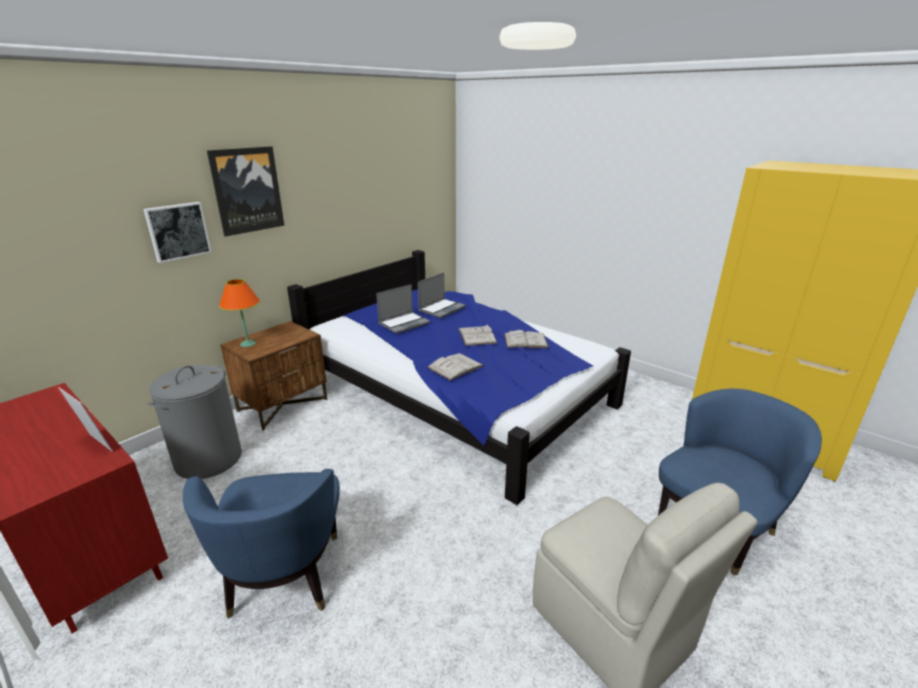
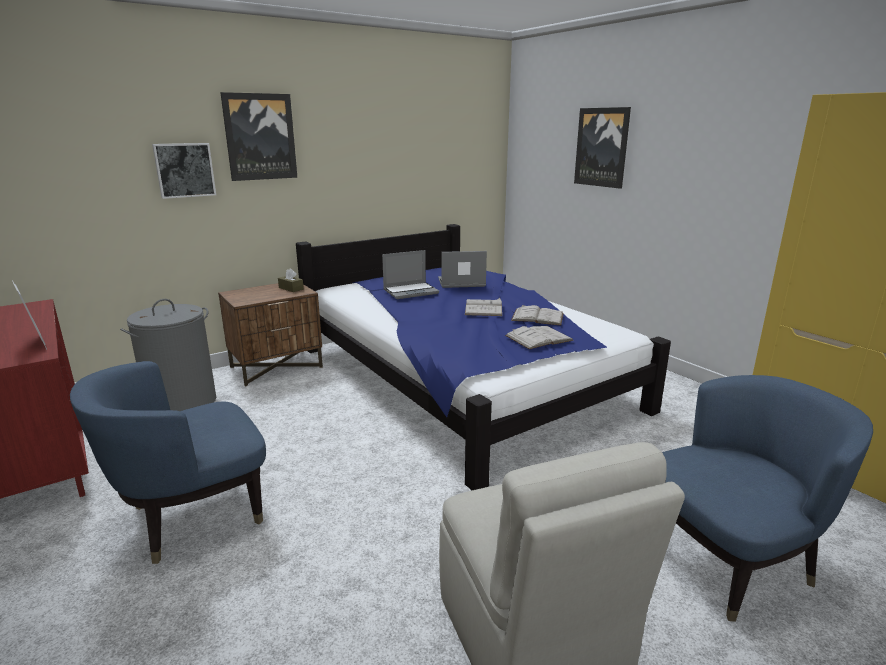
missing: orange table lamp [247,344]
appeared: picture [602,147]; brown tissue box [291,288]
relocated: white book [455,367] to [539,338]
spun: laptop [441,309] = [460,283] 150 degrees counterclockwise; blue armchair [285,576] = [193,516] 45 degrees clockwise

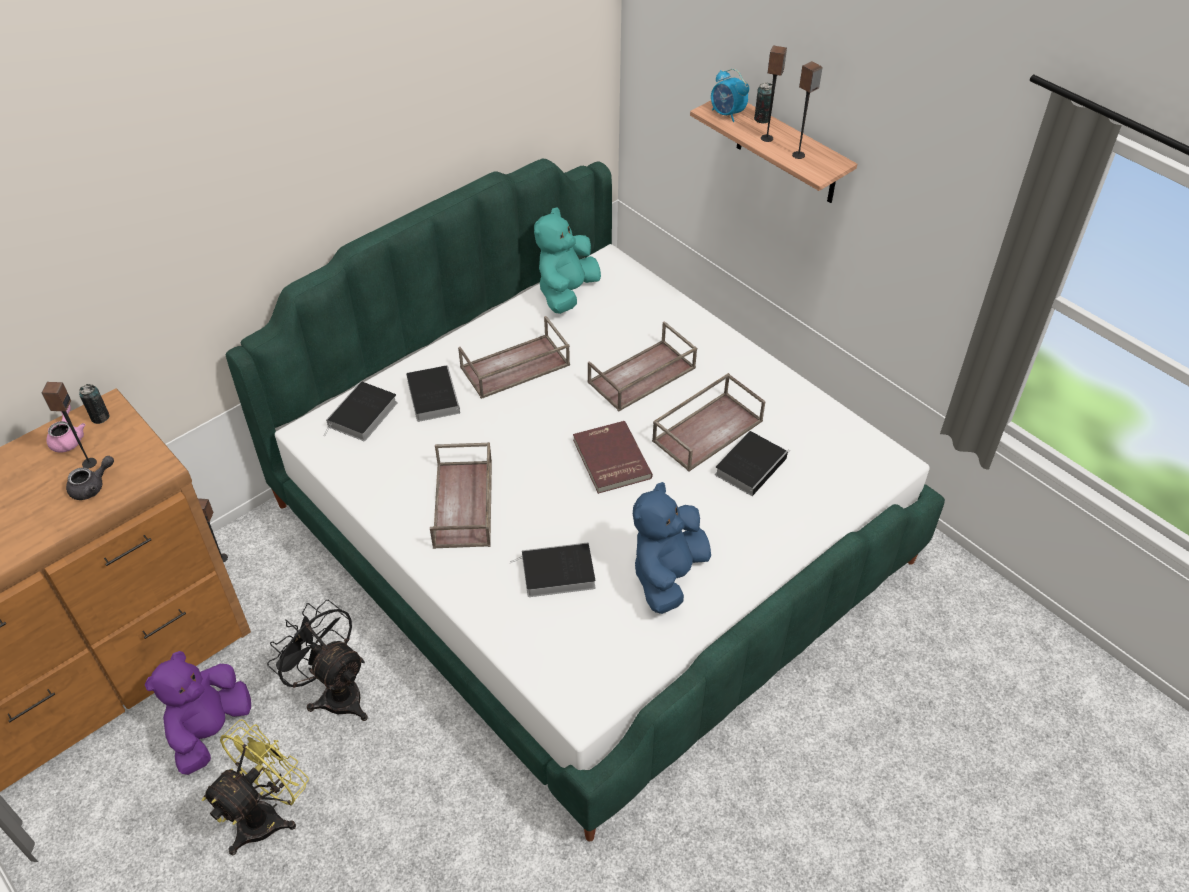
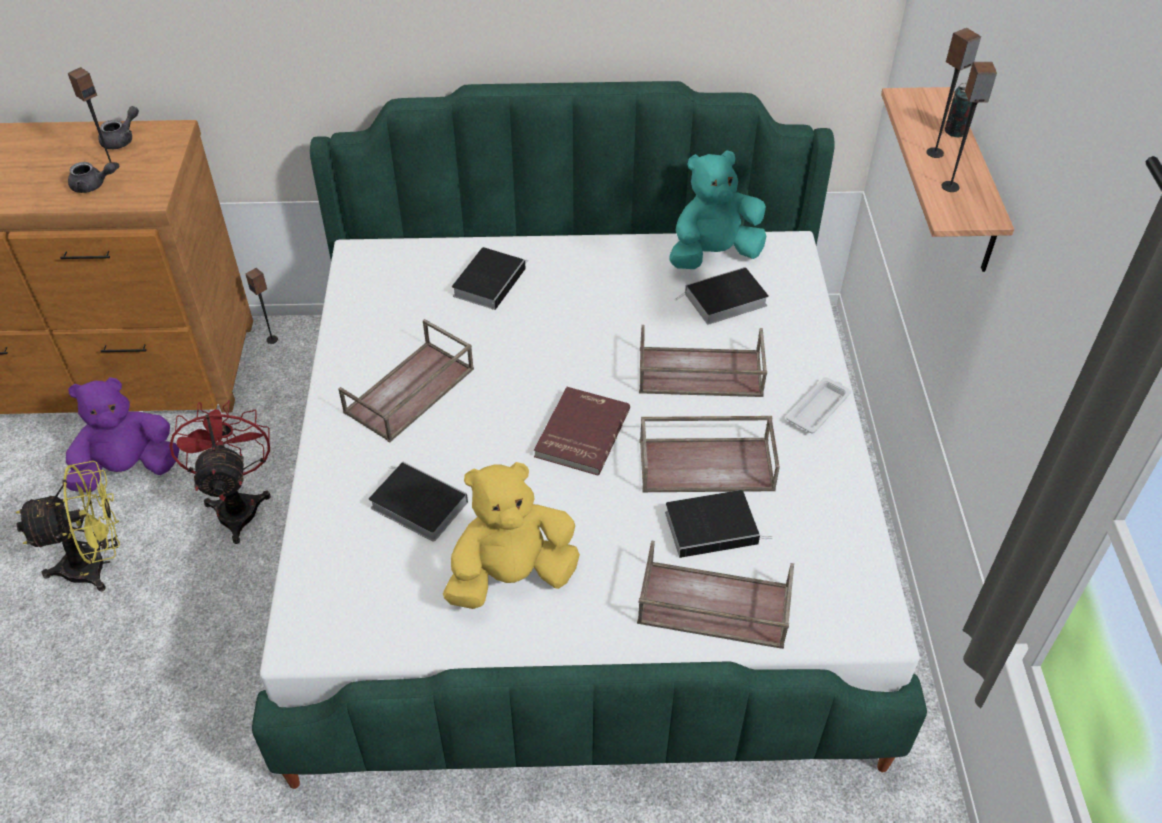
missing: alarm clock [727,114]; can [100,417]
appeared: white tray [819,408]
relocated: brown tray [514,367] to [712,606]; book [362,416] to [724,301]
colour: pink teapot [68,438] to grey teapot [122,140]; blue plush toy [667,575] to yellow plush toy [511,576]; black fan [335,692] to red fan [237,504]

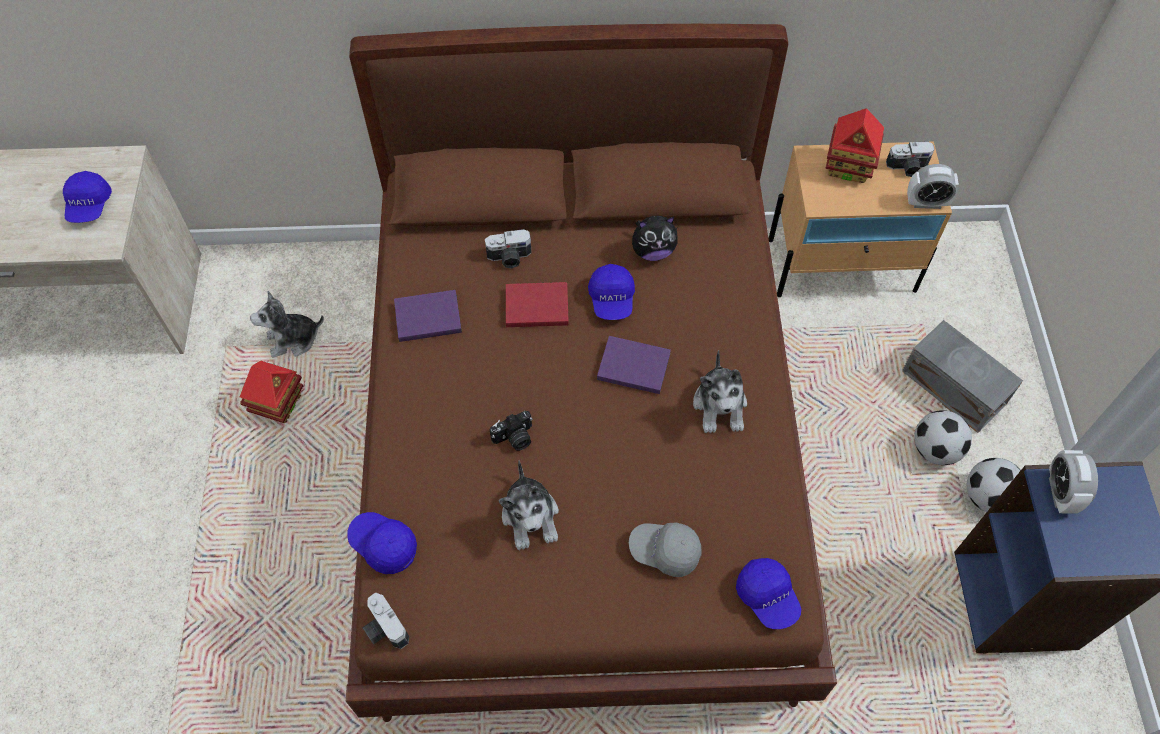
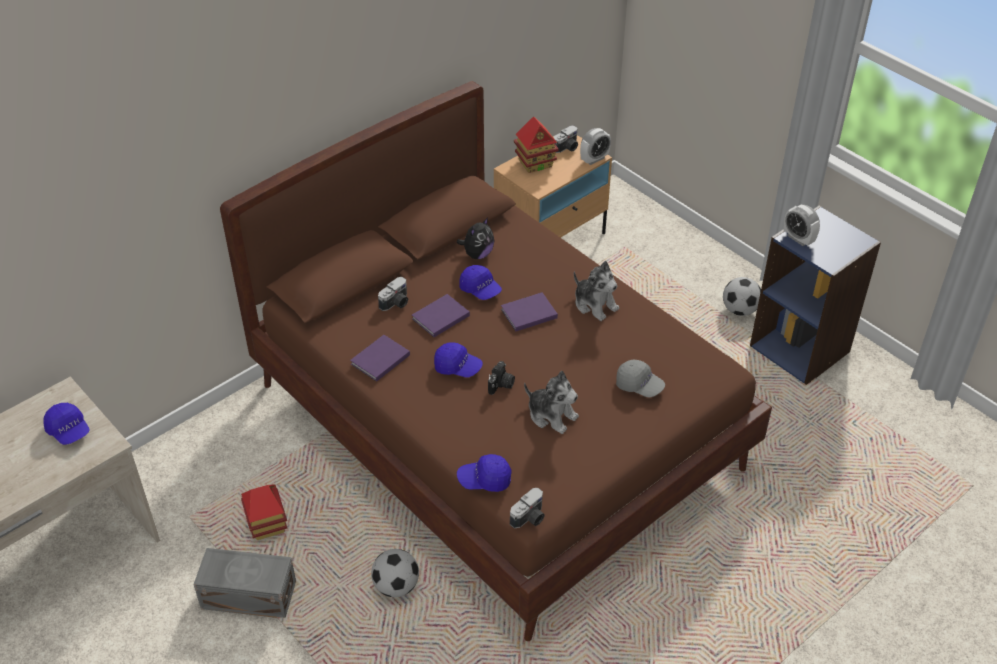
missing: plush toy [293,339]
relocated: grey storage box [953,386] to [248,594]; football [935,449] to [396,586]; blue cap [767,597] to [457,367]
colour: red book [535,306] to purple book [439,317]
spun: grey cap [665,551] = [639,386] 120 degrees counterclockwise; photo camera [384,629] = [530,518] 60 degrees counterclockwise

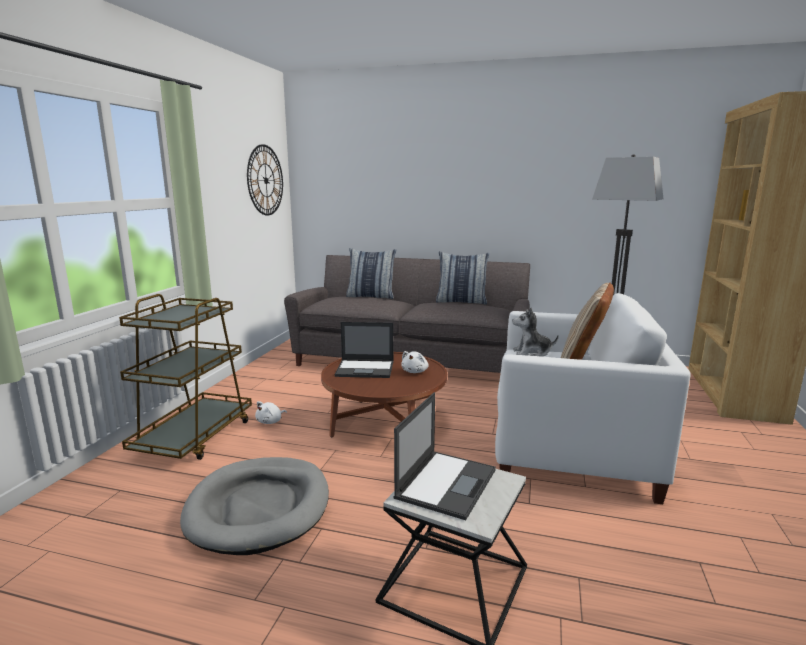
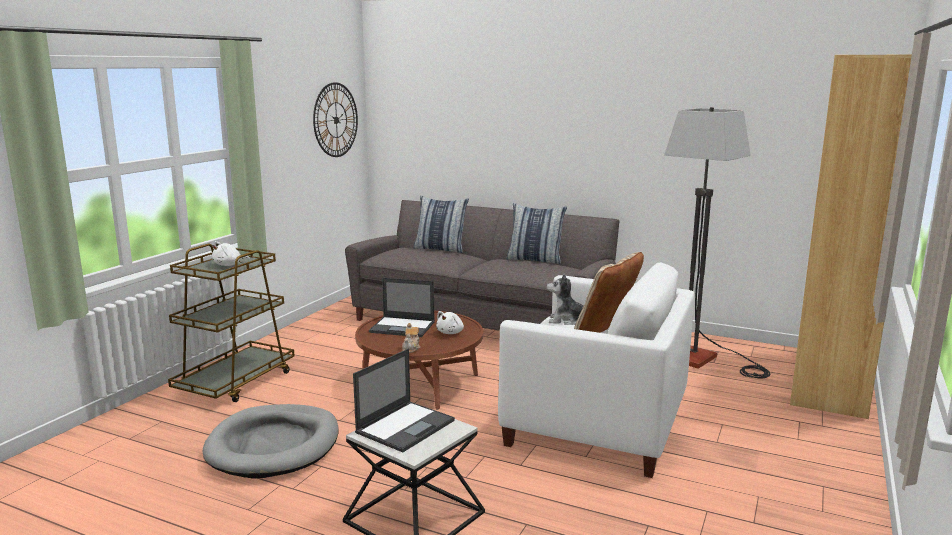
appeared: teapot [411,348]
relocated: white plush toy [270,421] to [229,265]

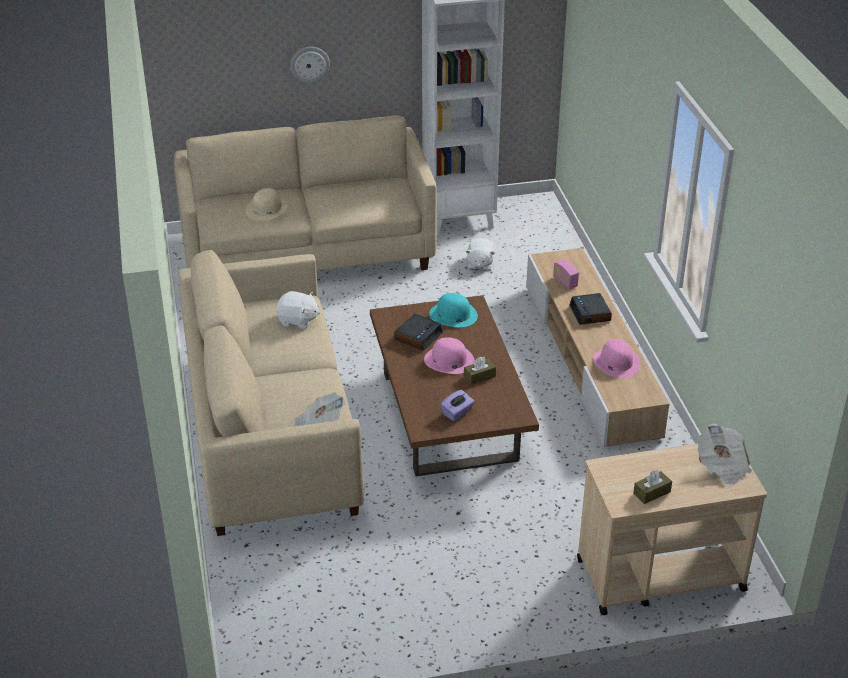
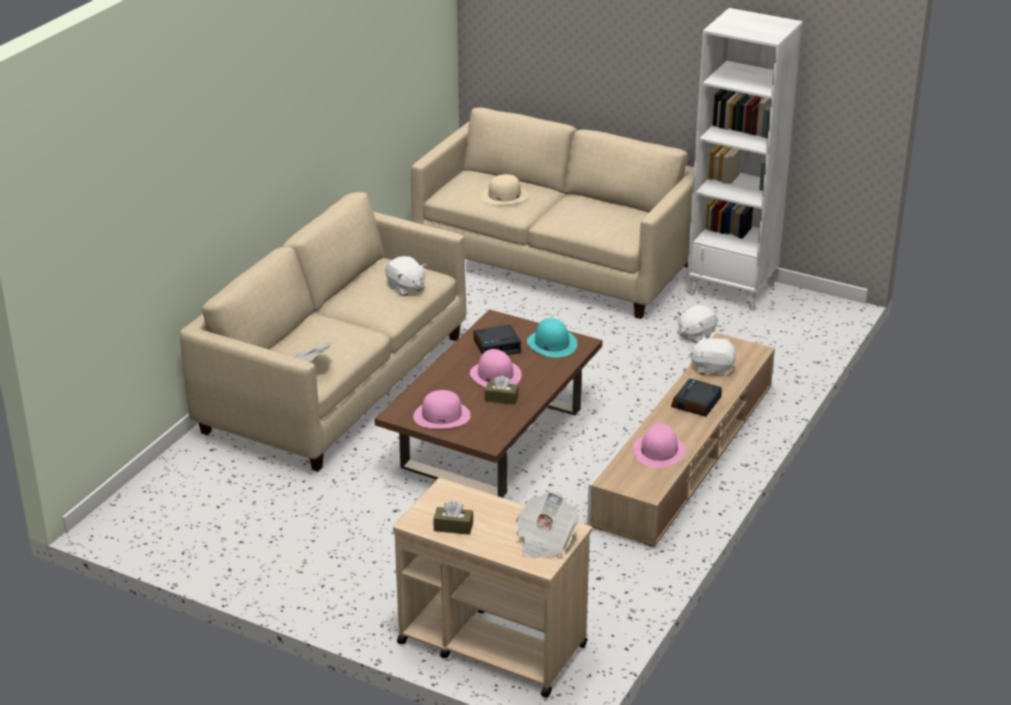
missing: wall clock [309,64]
exchanged: radio [565,282] to white plush toy [712,368]; purple tissue box [457,413] to pink hat [442,415]

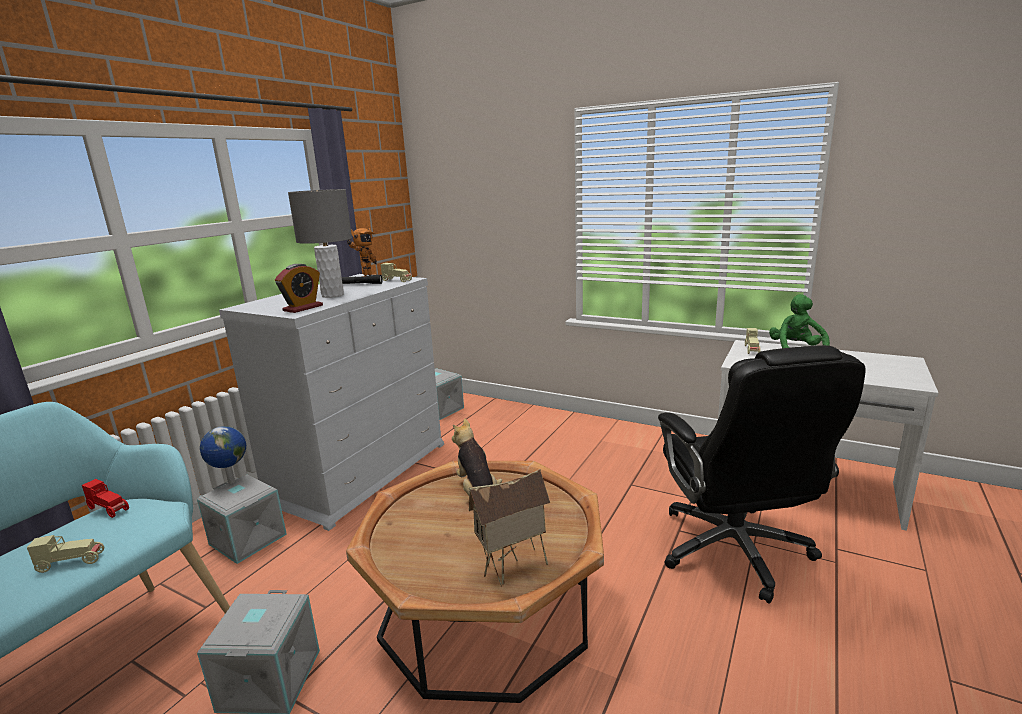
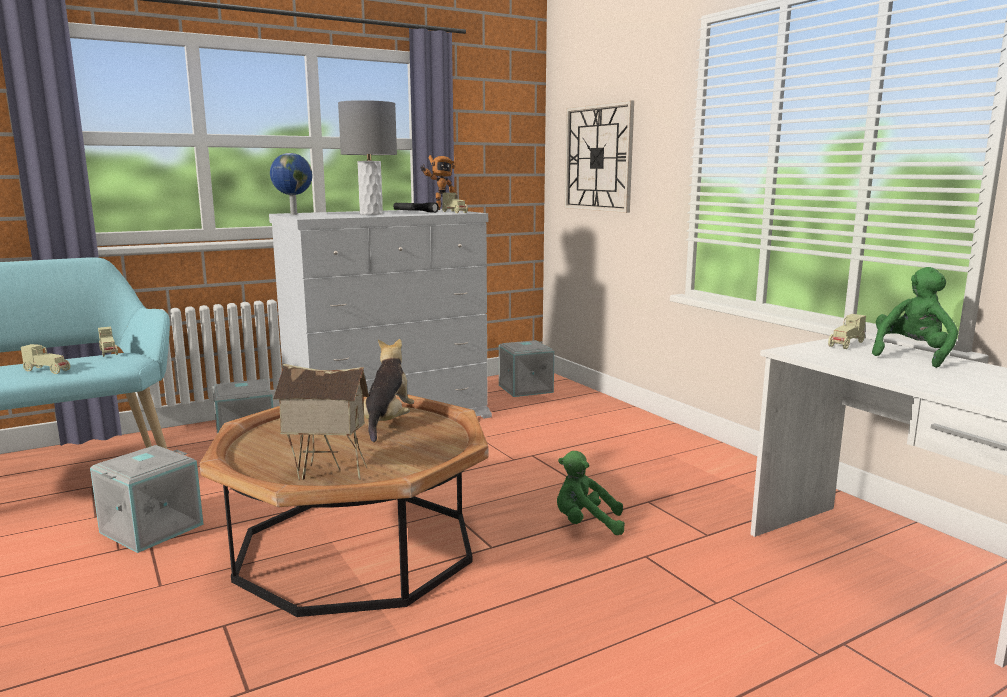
missing: alarm clock [303,308]; black office chair [735,551]
appeared: wall clock [598,158]; green plush toy [586,524]
relocated: globe [230,482] to [293,214]
colour: red toy car [109,509] to beige toy car [109,352]

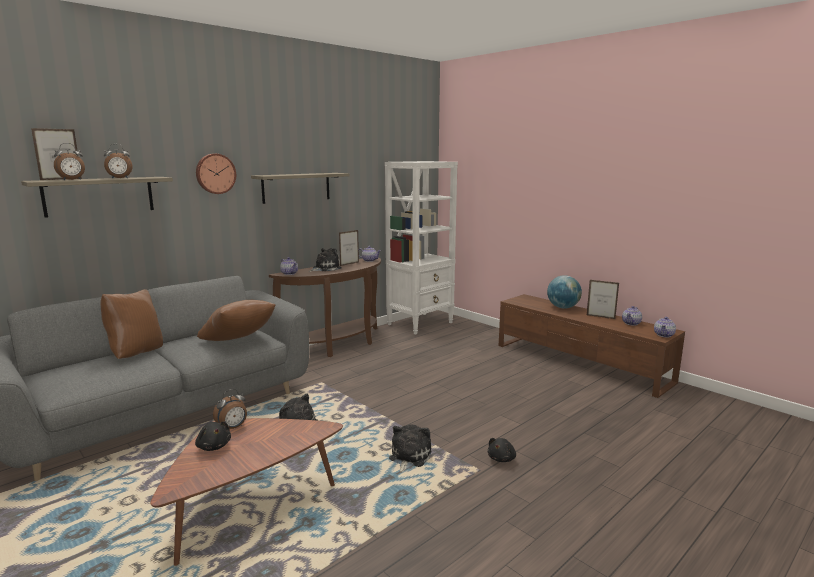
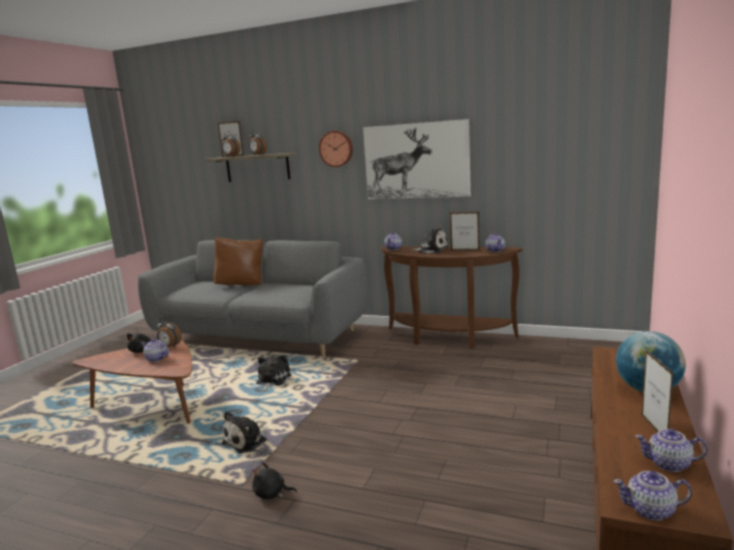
missing: white bookcase [420,323]; brown pillow [239,341]
appeared: teapot [156,359]
exchanged: shelf [296,187] to picture [416,161]
spun: plush toy [408,457] = [247,441] 135 degrees clockwise

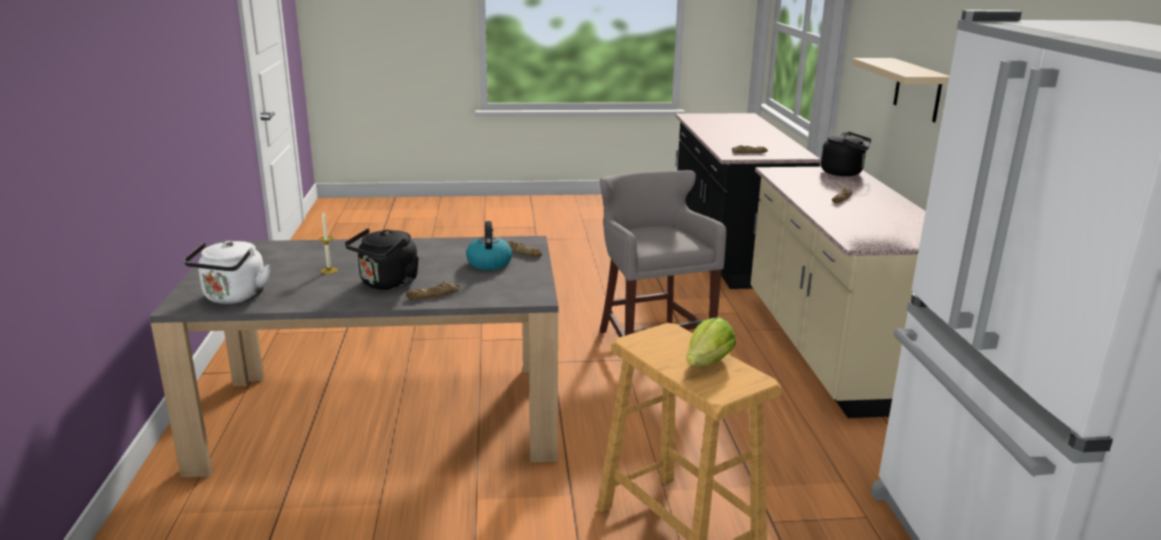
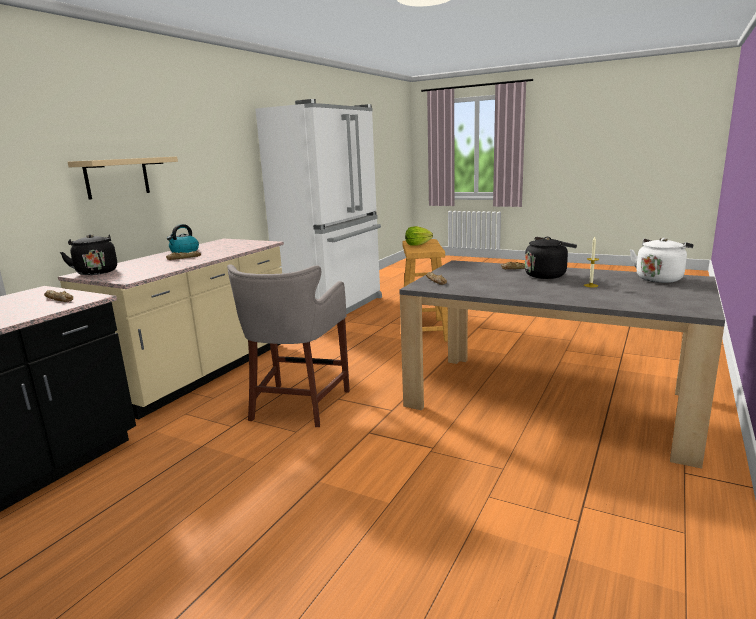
relocated: kettle [489,263] to [184,251]

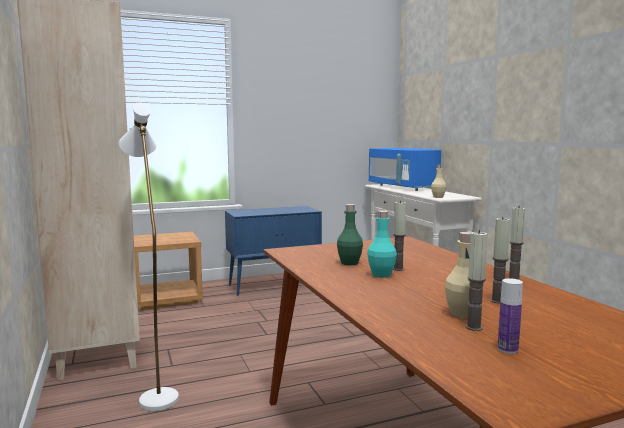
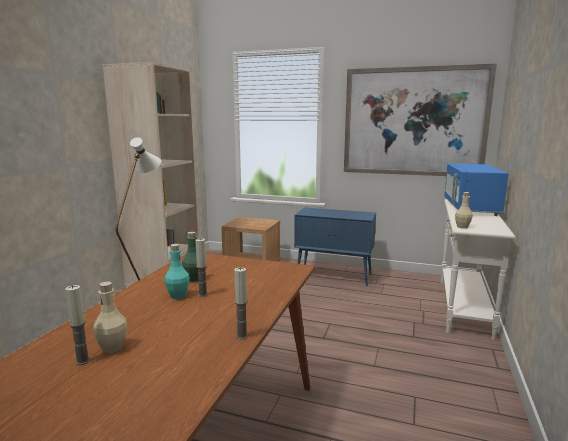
missing: candle [497,301]; bottle [507,349]
appeared: picture [413,122]

